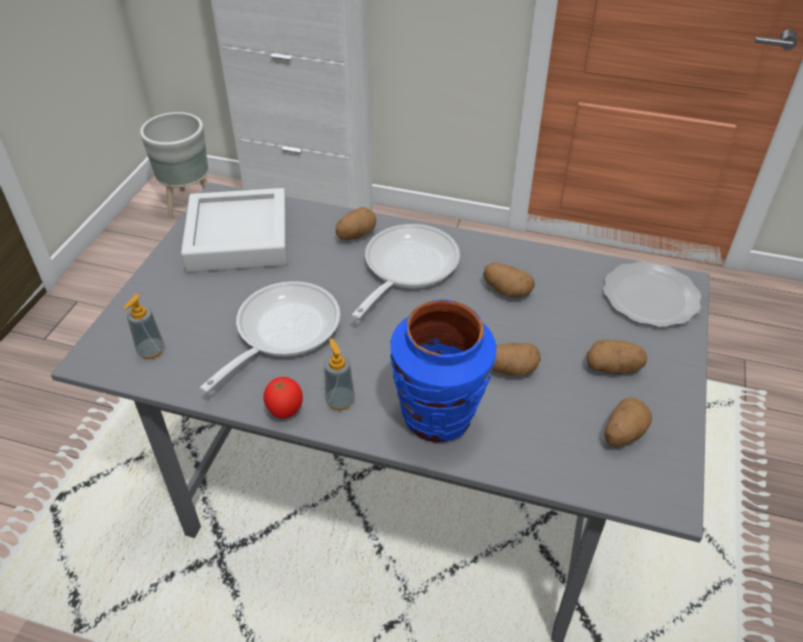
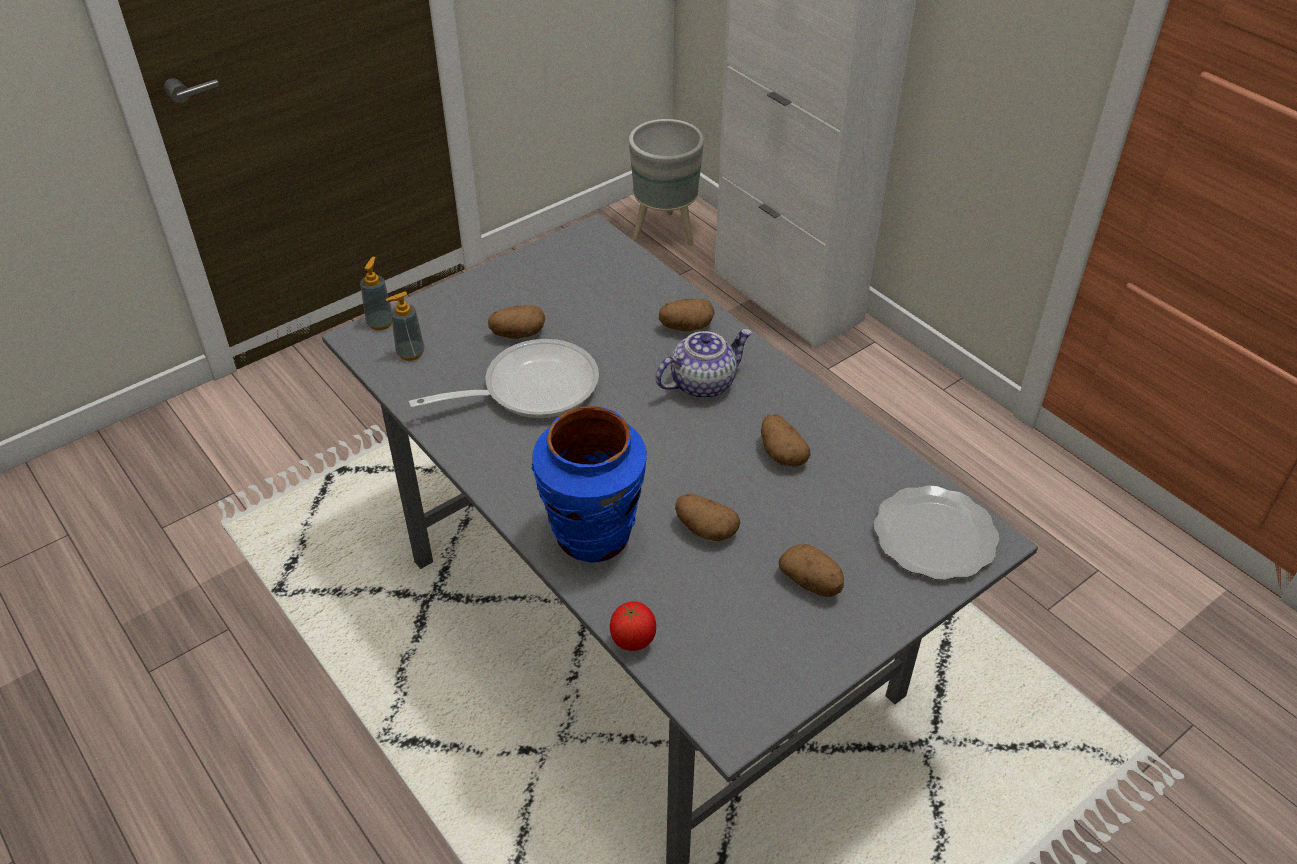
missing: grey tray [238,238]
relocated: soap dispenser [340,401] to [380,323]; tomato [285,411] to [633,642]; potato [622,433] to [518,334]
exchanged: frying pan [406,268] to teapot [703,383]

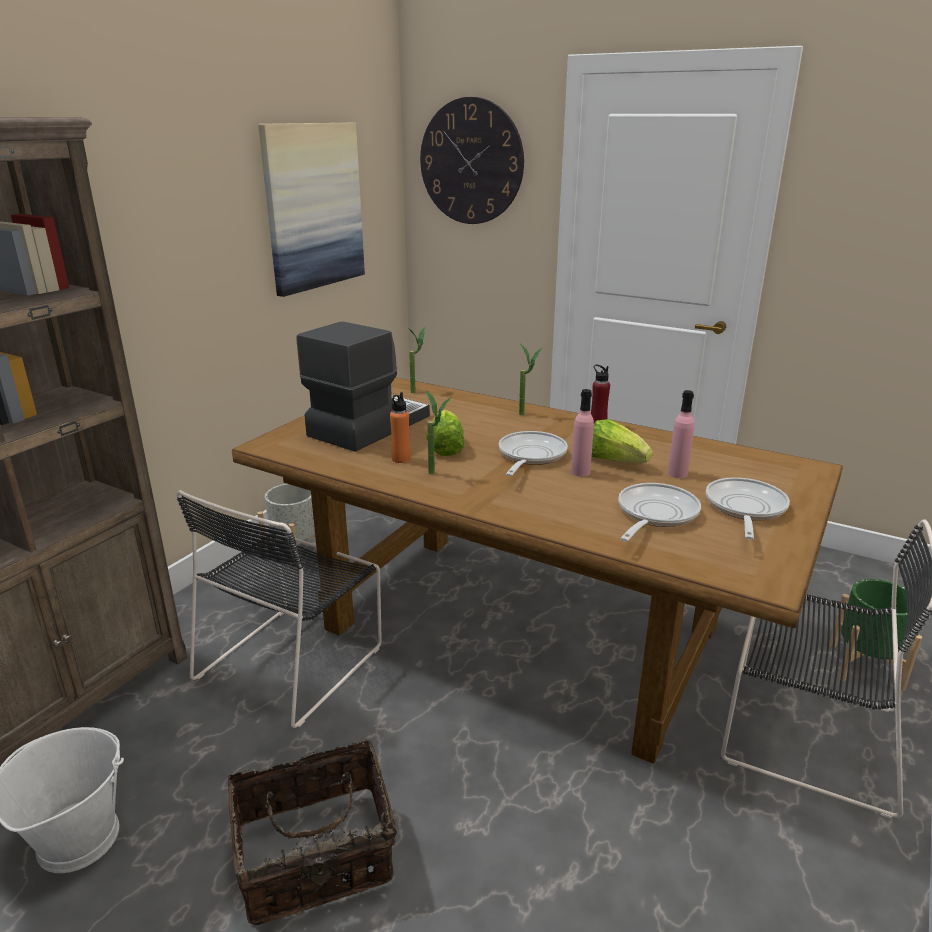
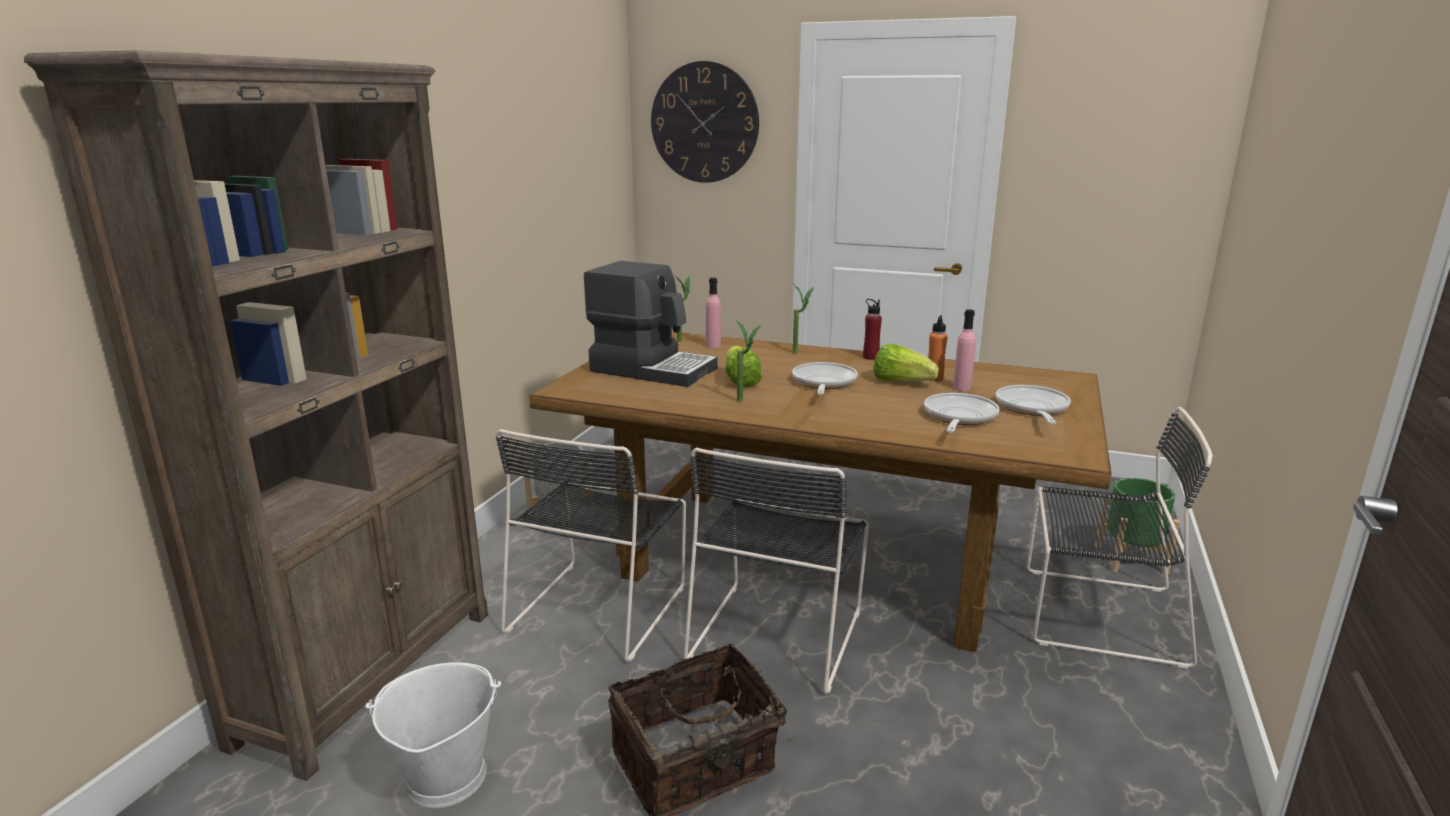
missing: picture [313,207]
appeared: black chair [778,631]
relocated: pink bottle [580,472] to [713,345]; orange bottle [401,459] to [934,378]
spun: coffee machine [367,426] = [653,369] 90 degrees clockwise

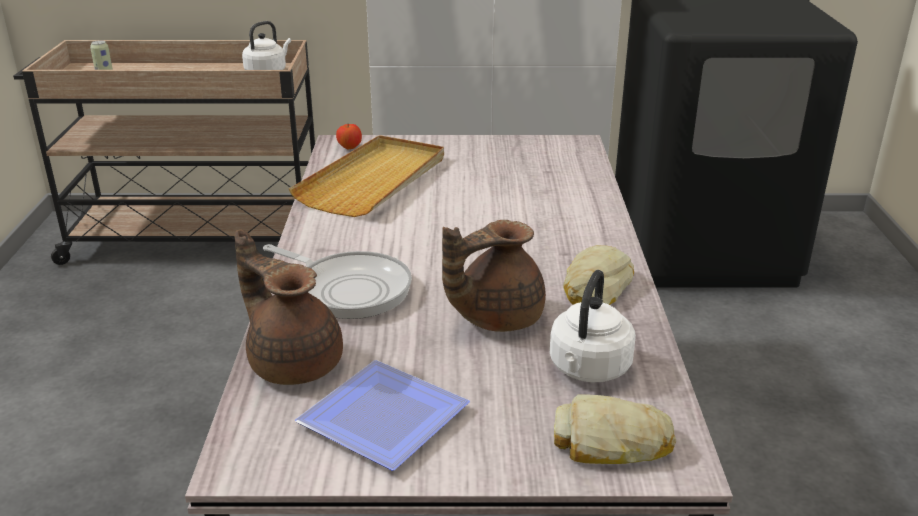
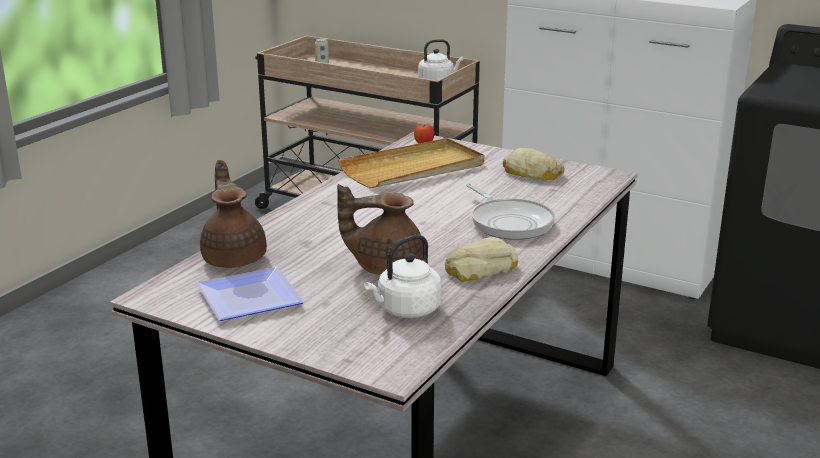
relocated: frying pan [348,289] to [509,222]; bread [613,443] to [532,173]

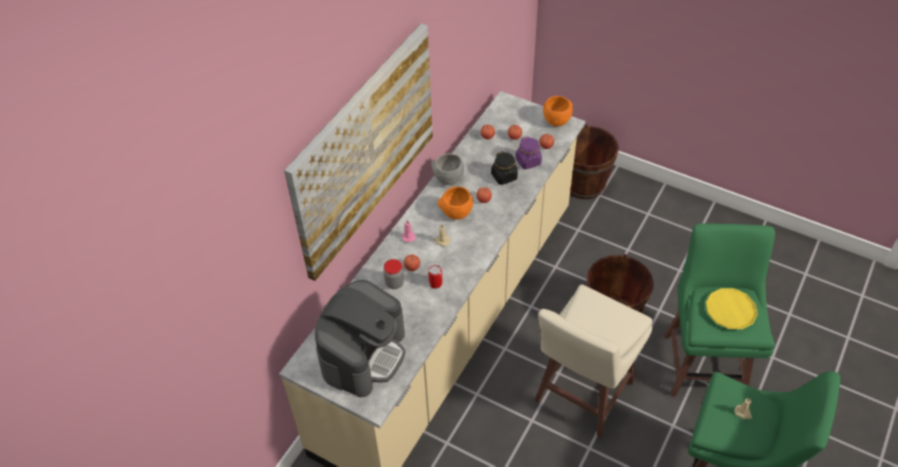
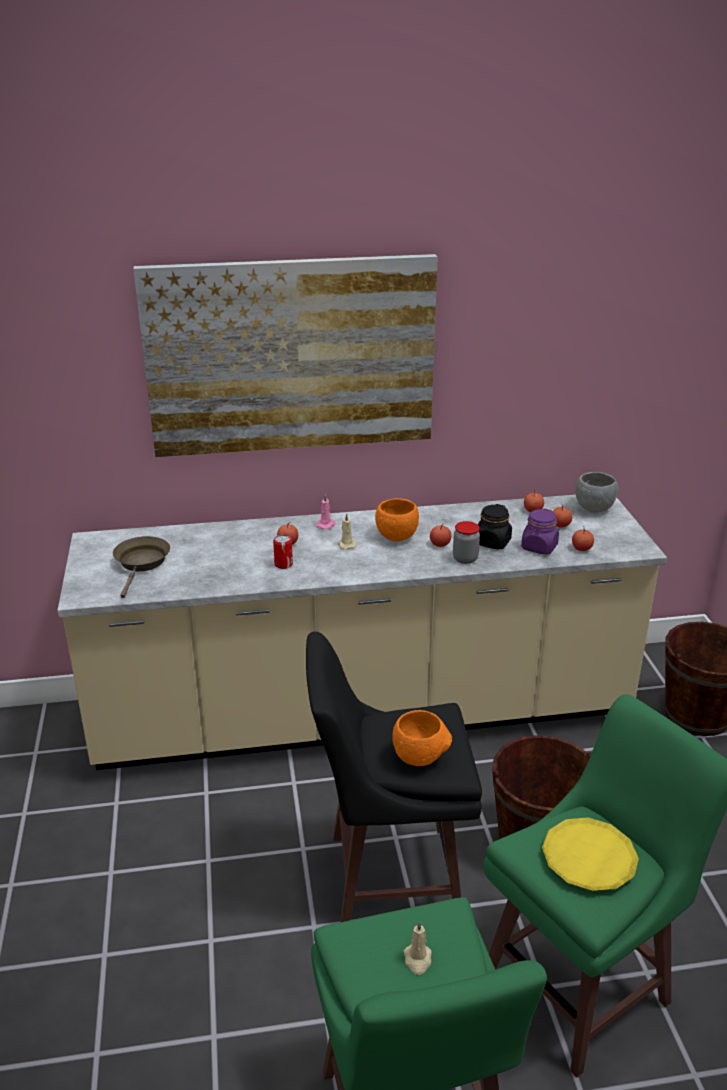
relocated: orange bowl [557,121] to [419,759]; grey bowl [448,179] to [593,509]; jar [394,283] to [465,559]
exchanged: coffee machine [363,354] to brown frying pan [142,563]
colour: beige stool [582,393] to black stool [389,875]

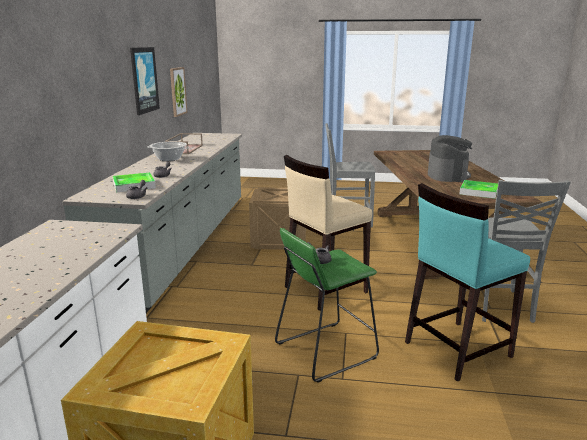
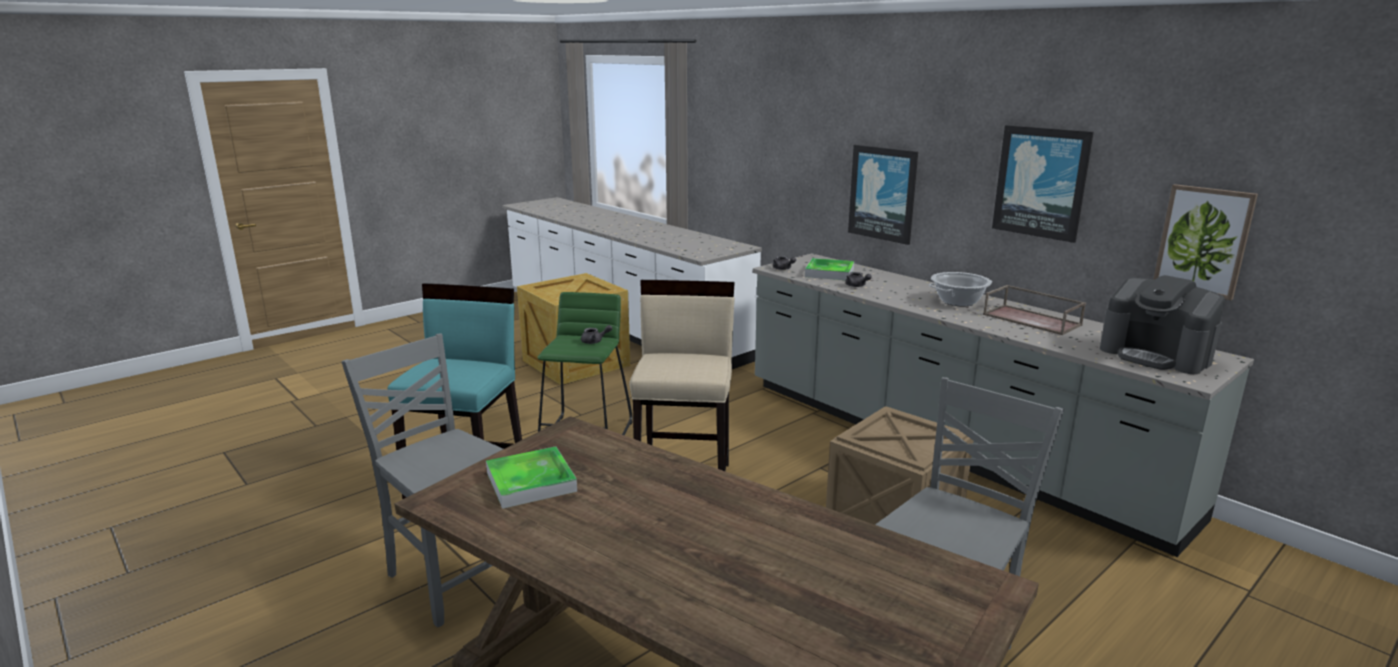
appeared: picture [883,193]
relocated: coffee machine [447,175] to [1156,355]

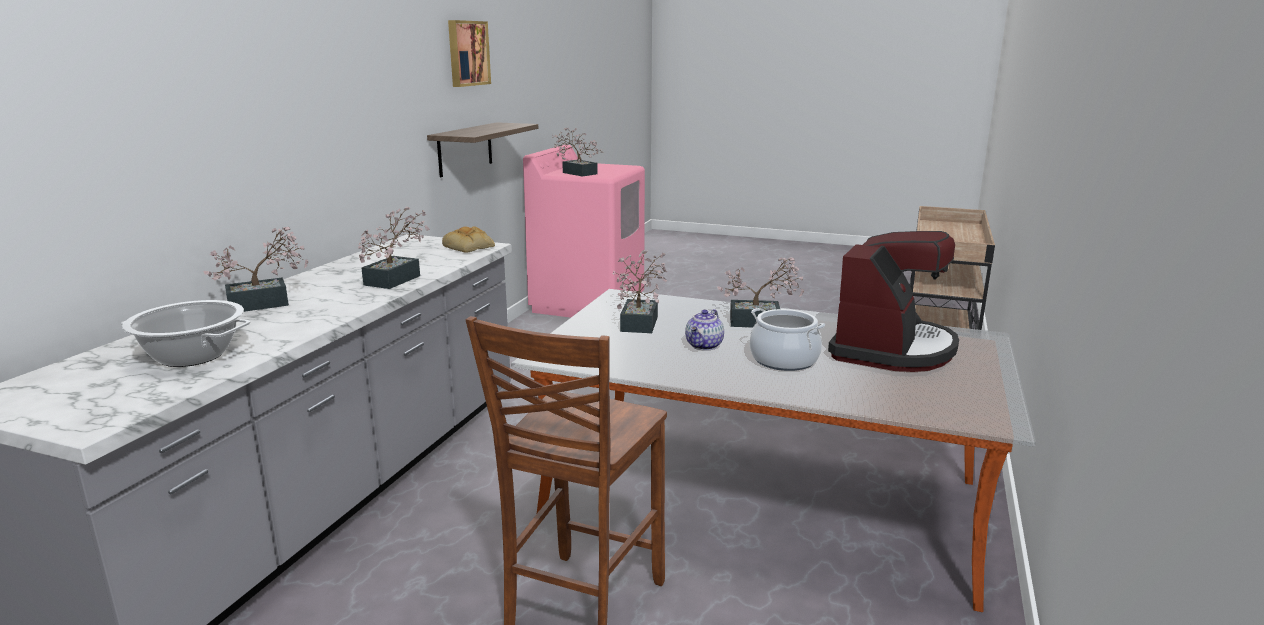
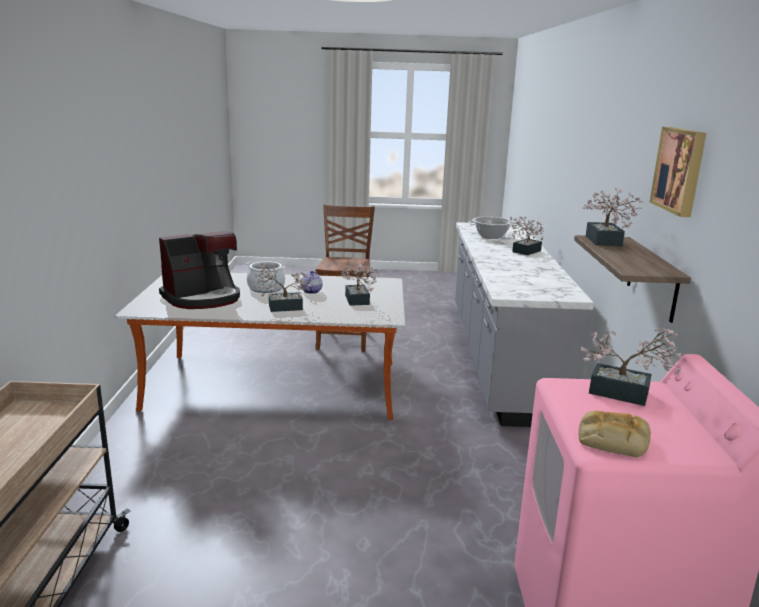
relocated: potted plant [397,278] to [604,242]; bread [470,247] to [611,440]
spun: coffee machine [891,349] = [203,298] 135 degrees counterclockwise

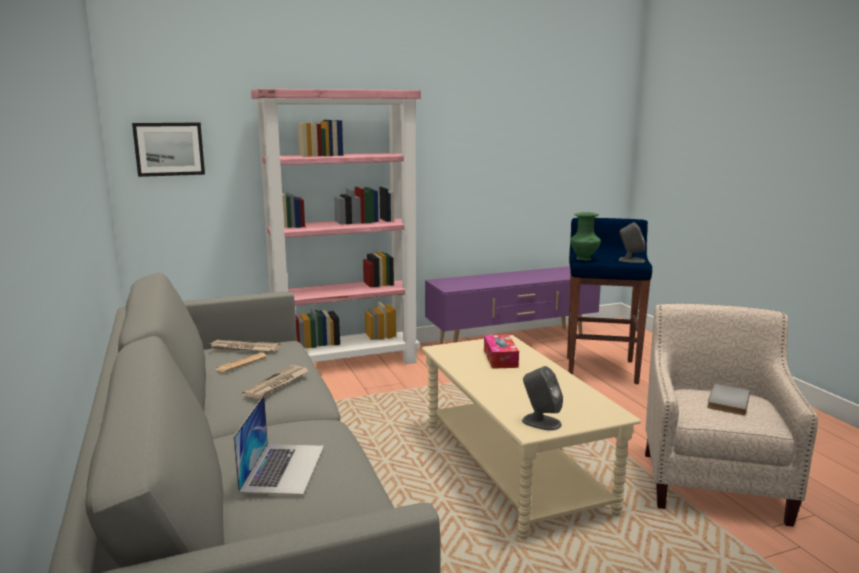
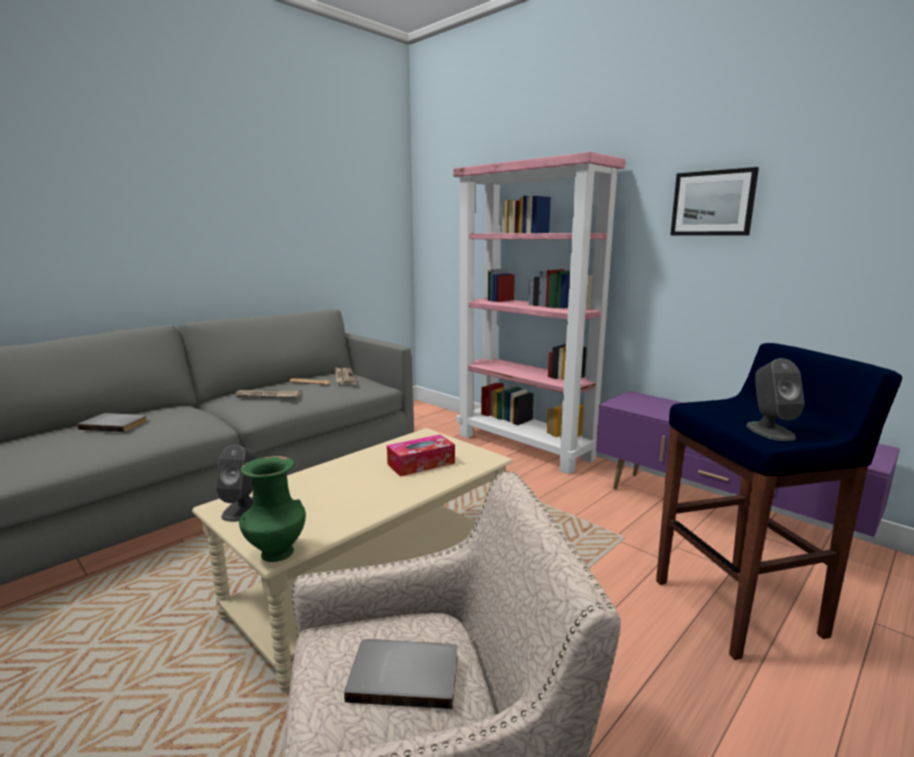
relocated: picture [169,149] to [712,203]; green vase [584,259] to [275,554]
exchanged: laptop [283,467] to grey book [115,424]

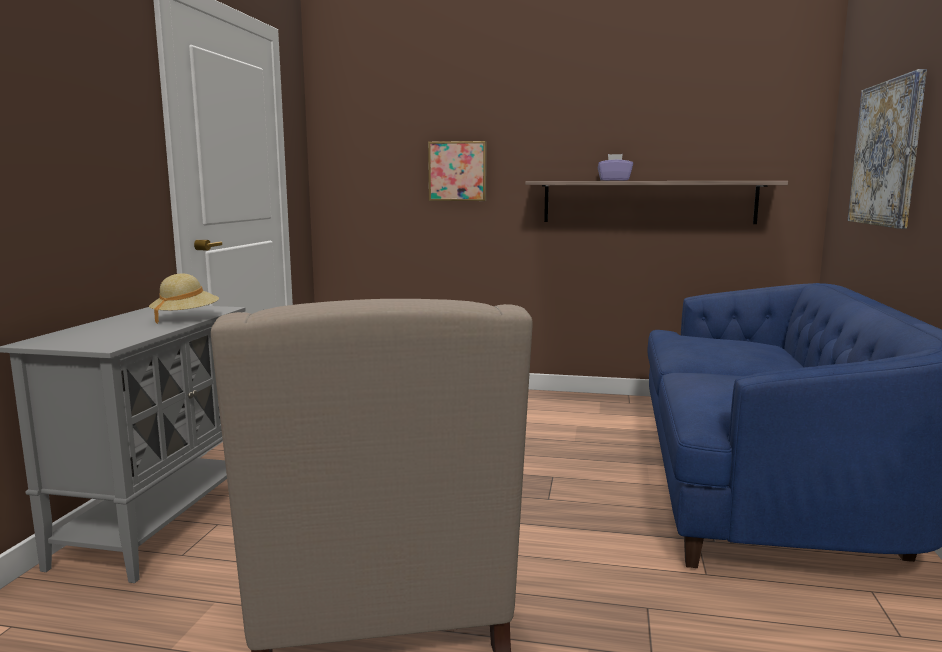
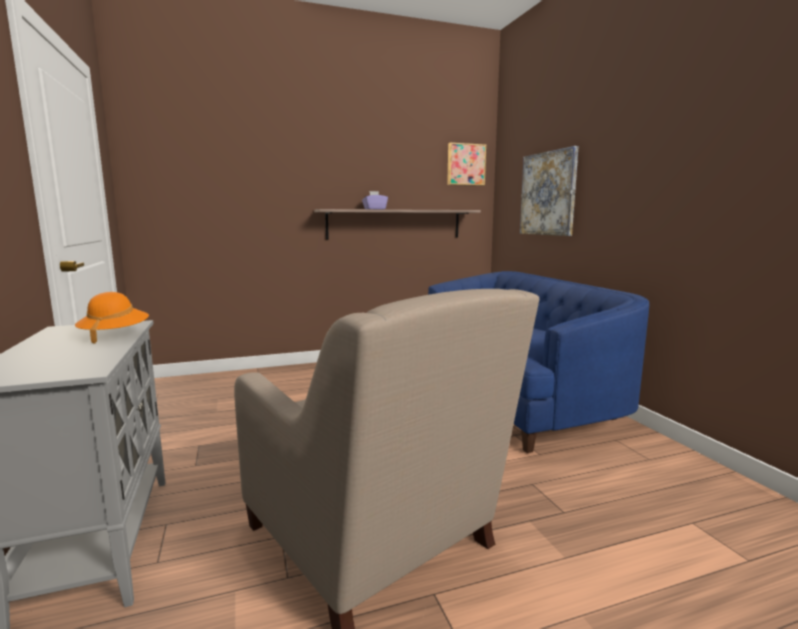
relocated: picture [458,171] to [465,164]
colour: beige hat [185,318] to orange hat [115,335]

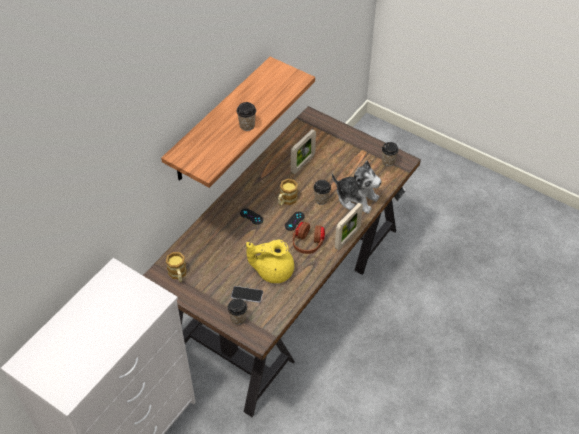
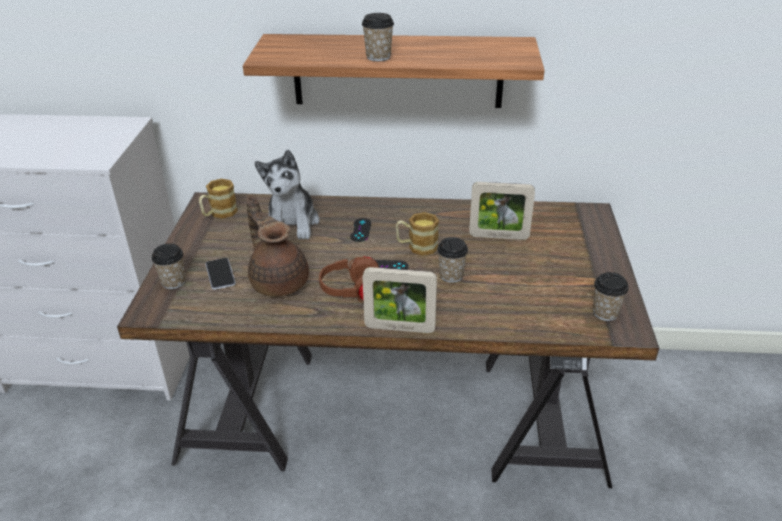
relocated: plush toy [356,198] to [292,223]
colour: yellow teapot [273,271] to brown teapot [278,281]

